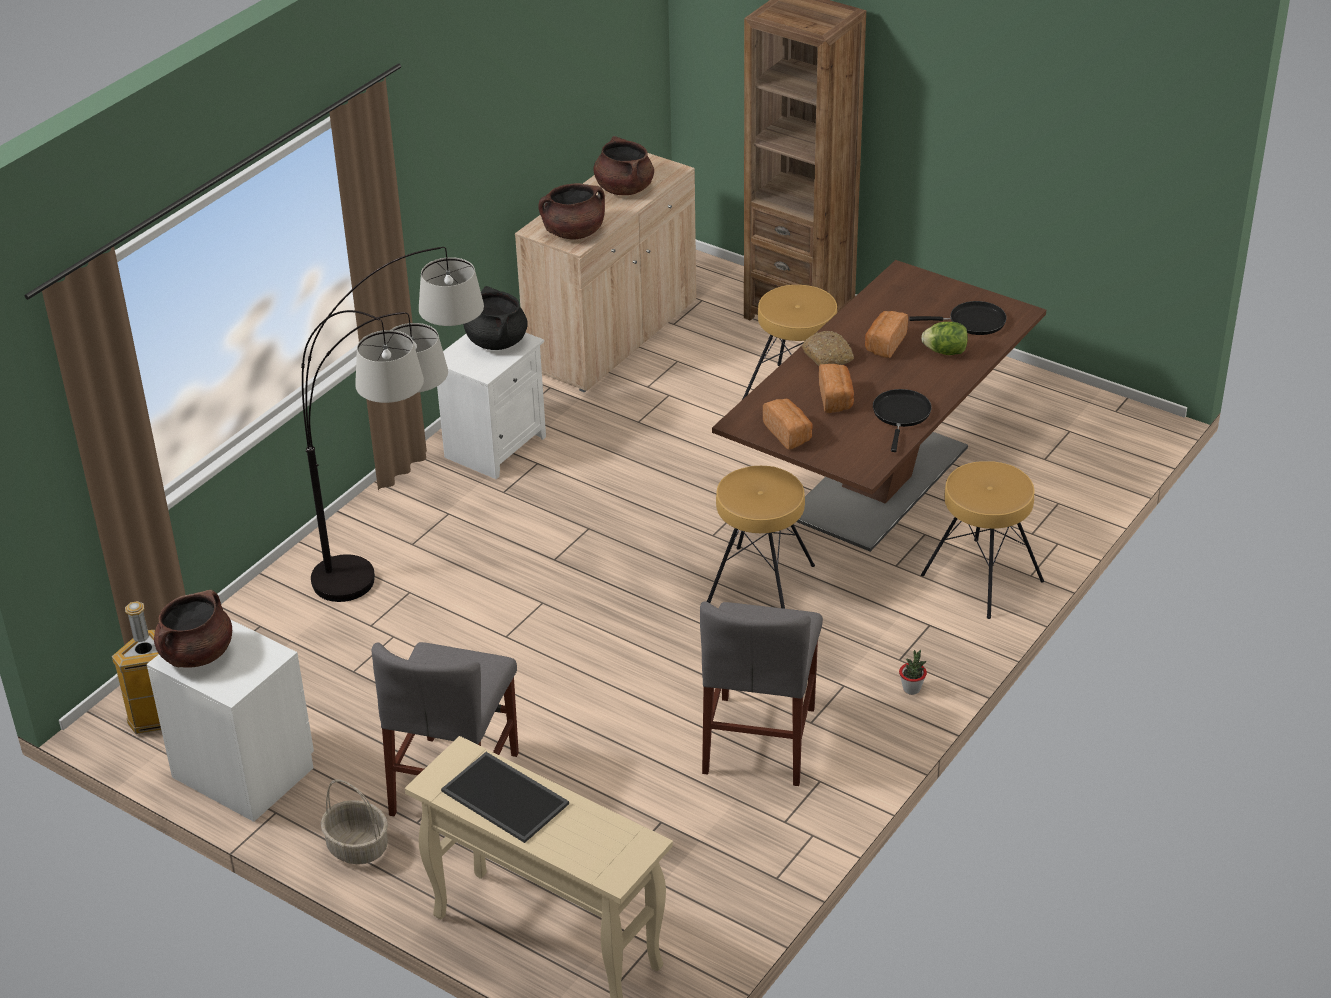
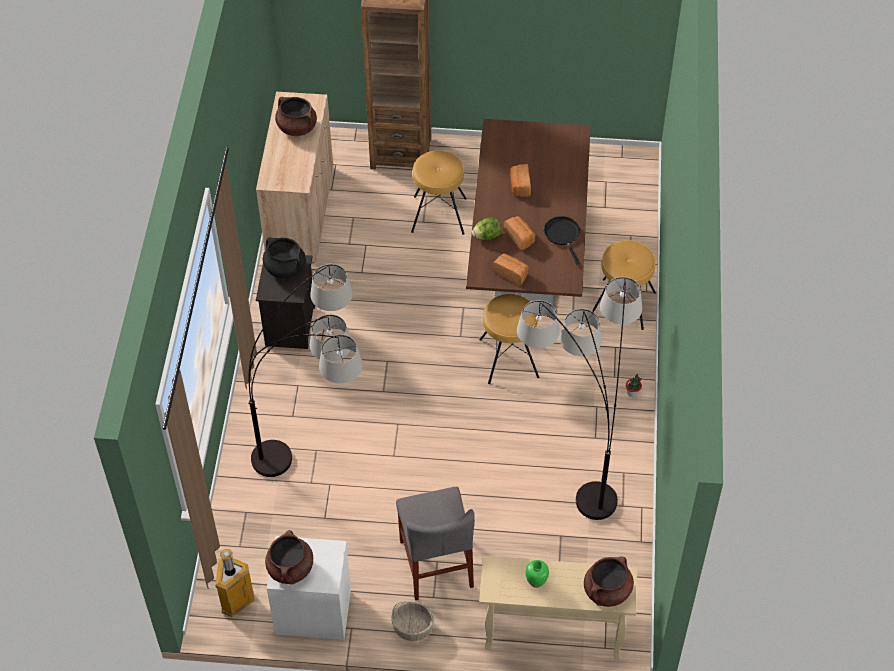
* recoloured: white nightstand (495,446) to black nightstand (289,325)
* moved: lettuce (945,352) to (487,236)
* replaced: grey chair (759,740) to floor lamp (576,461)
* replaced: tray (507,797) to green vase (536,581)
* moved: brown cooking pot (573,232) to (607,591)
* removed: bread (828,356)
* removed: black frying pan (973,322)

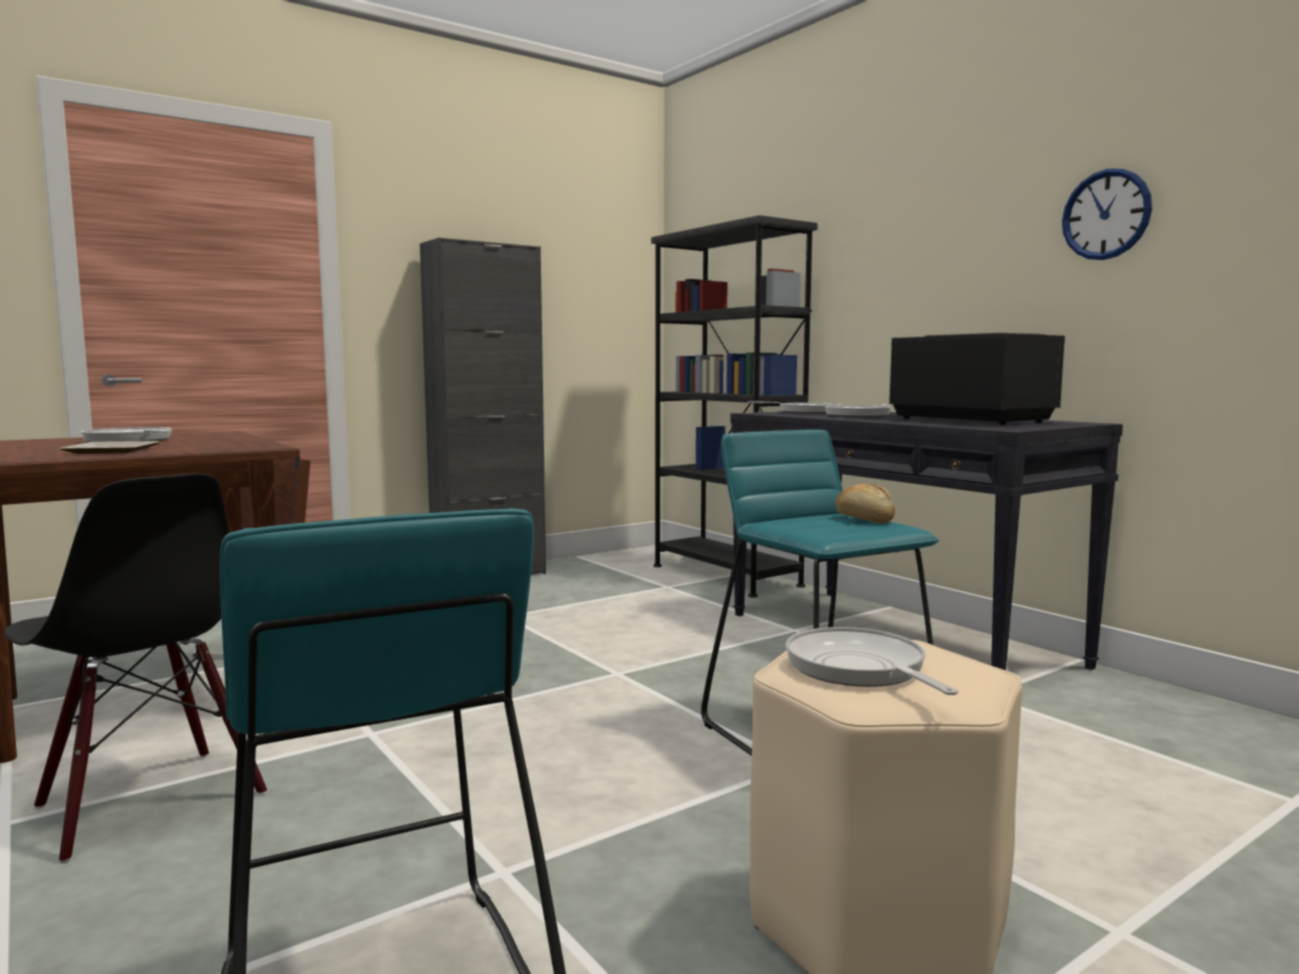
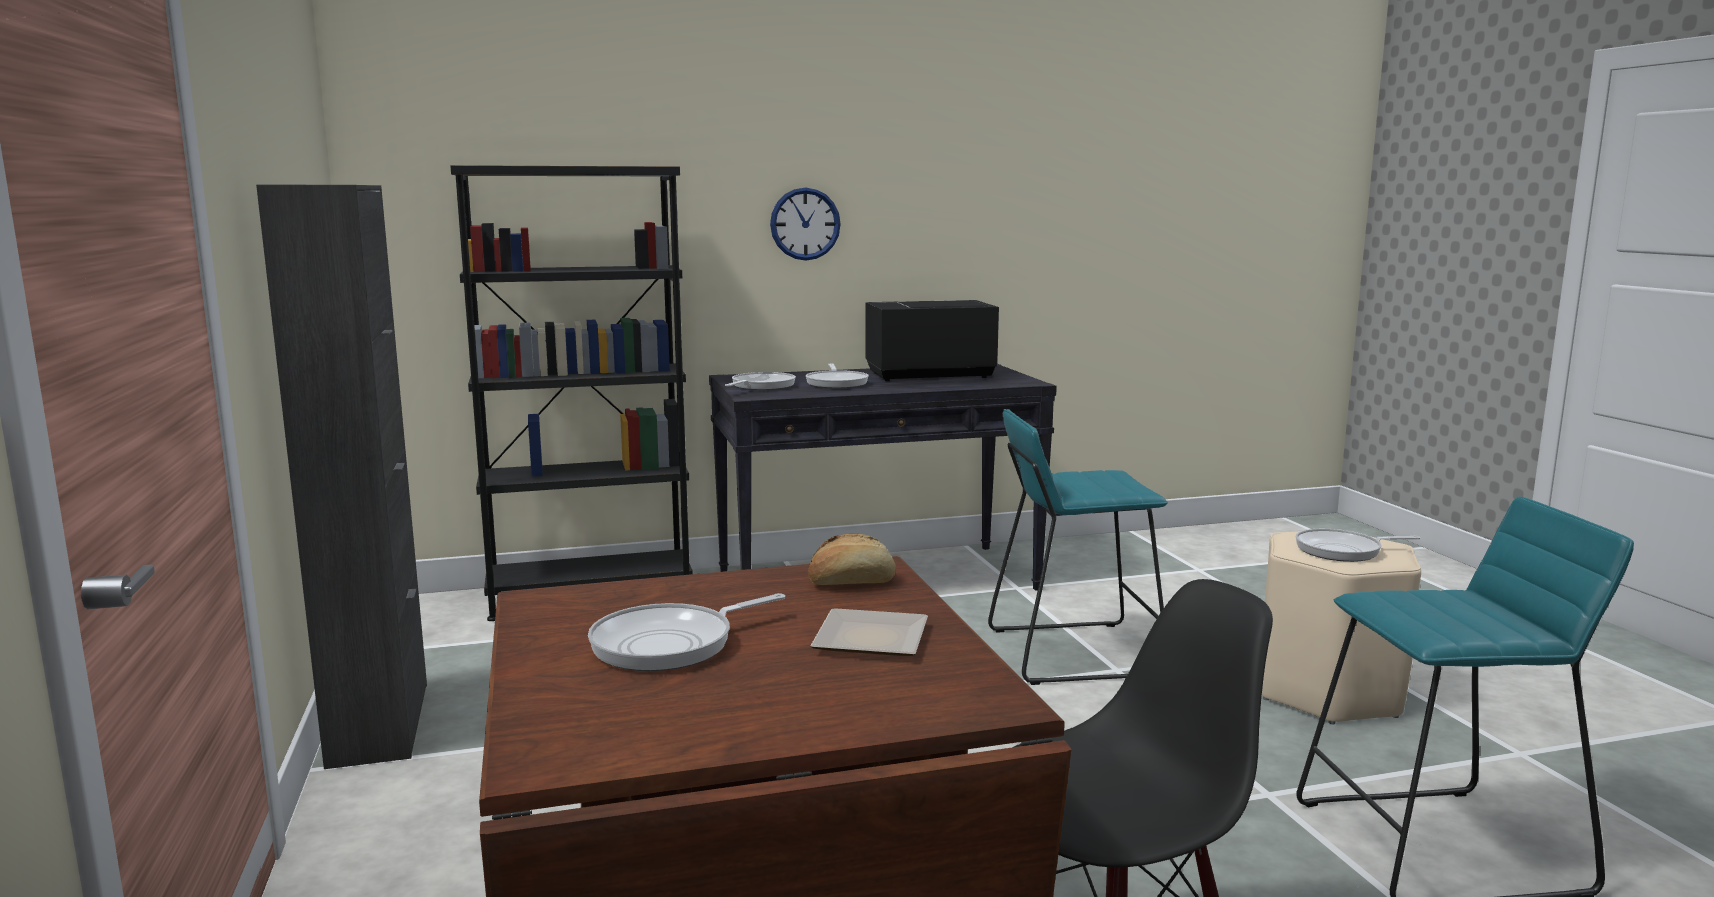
* moved: wall clock (1106,214) to (805,224)
* moved: bread (864,519) to (851,582)

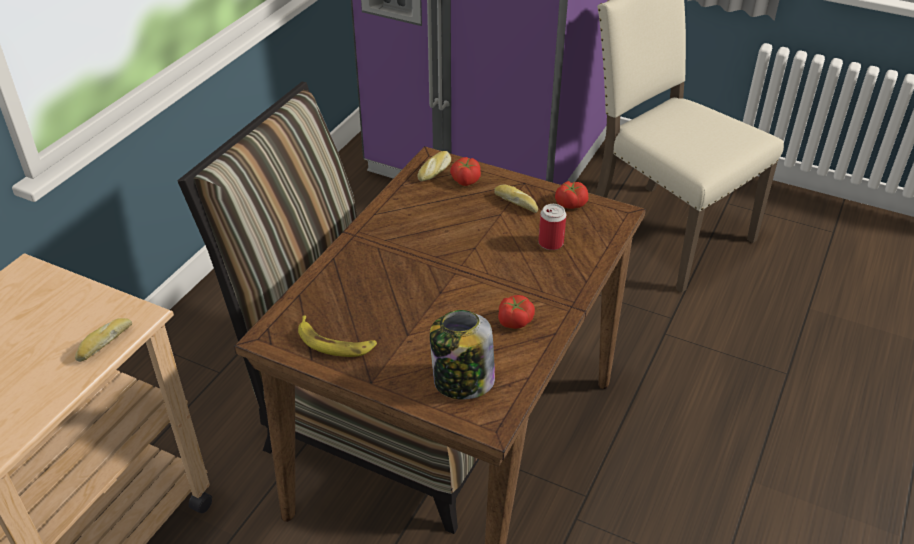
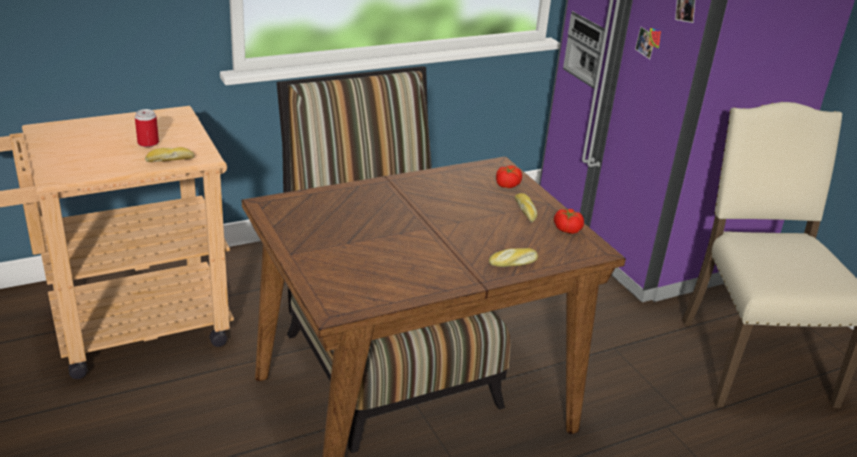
* moved: can (550,243) to (148,143)
* moved: bread (435,171) to (513,263)
* removed: banana (335,342)
* removed: jar (462,381)
* removed: tomato (514,320)

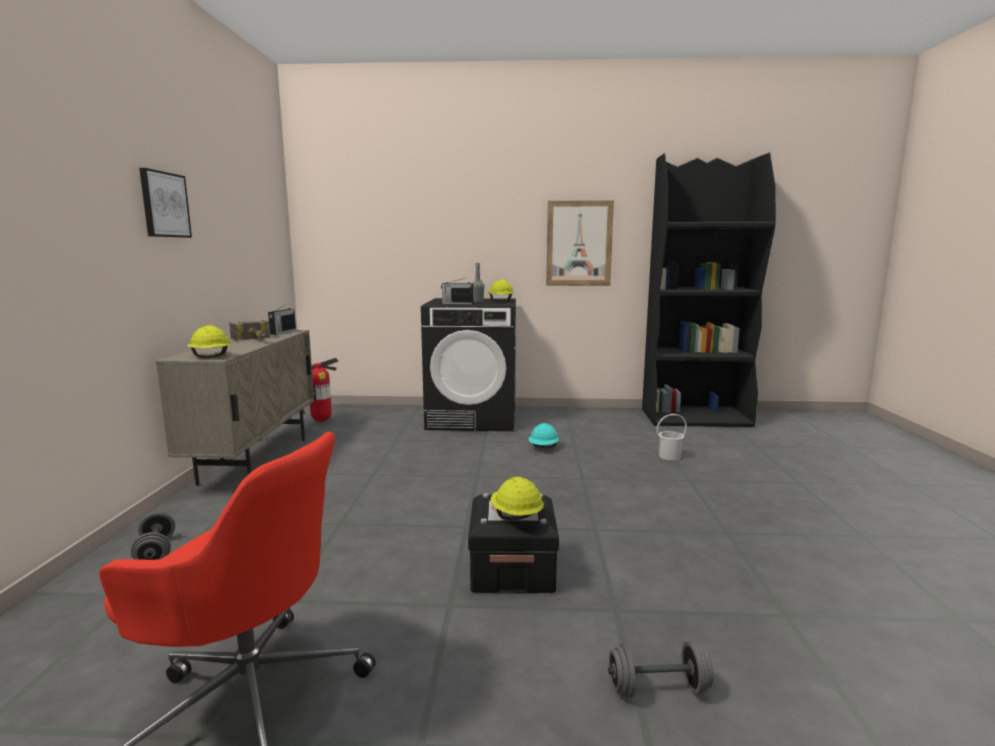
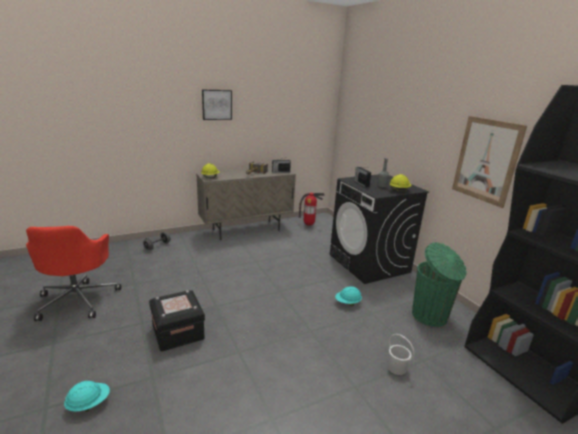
* replaced: grey dumbbell (658,689) to turquoise hard hat (89,404)
* added: green trash can (430,316)
* removed: yellow hard hat (516,516)

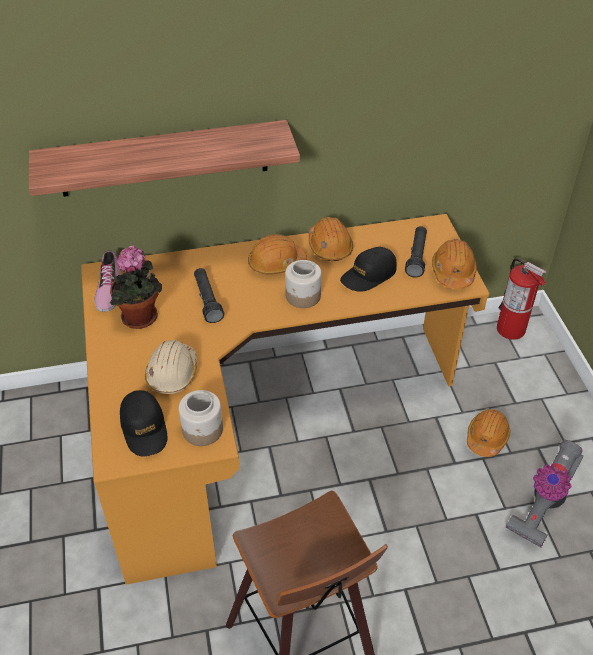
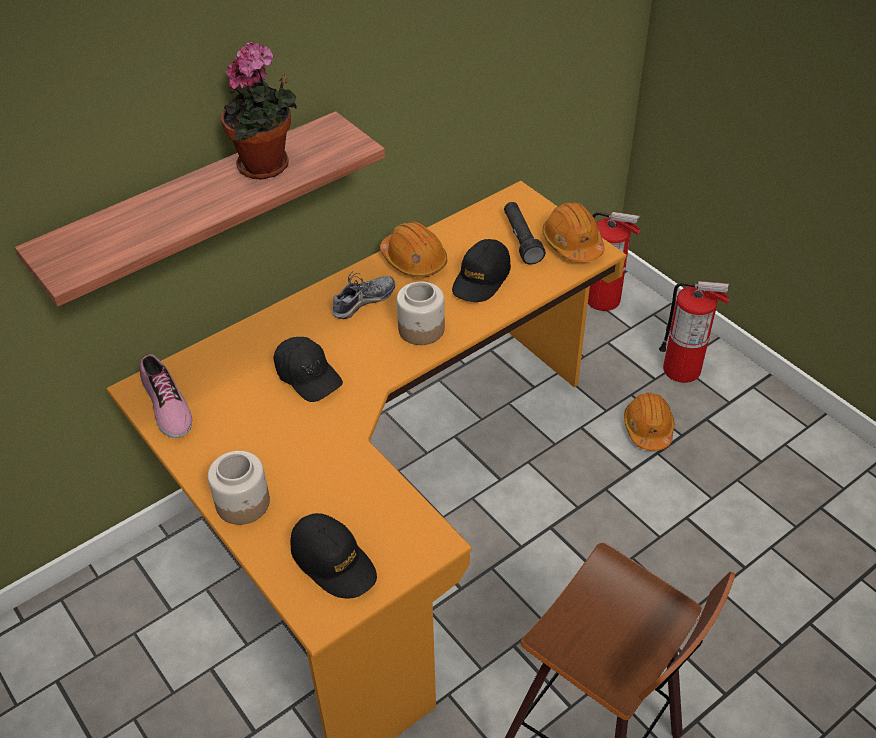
* moved: jar (203,430) to (243,503)
* moved: potted plant (141,319) to (268,167)
* replaced: black flashlight (207,300) to black cap (307,375)
* replaced: orange hard hat (276,264) to shoe (363,302)
* added: fire extinguisher (682,369)
* removed: beige hard hat (172,373)
* removed: vacuum cleaner (543,504)

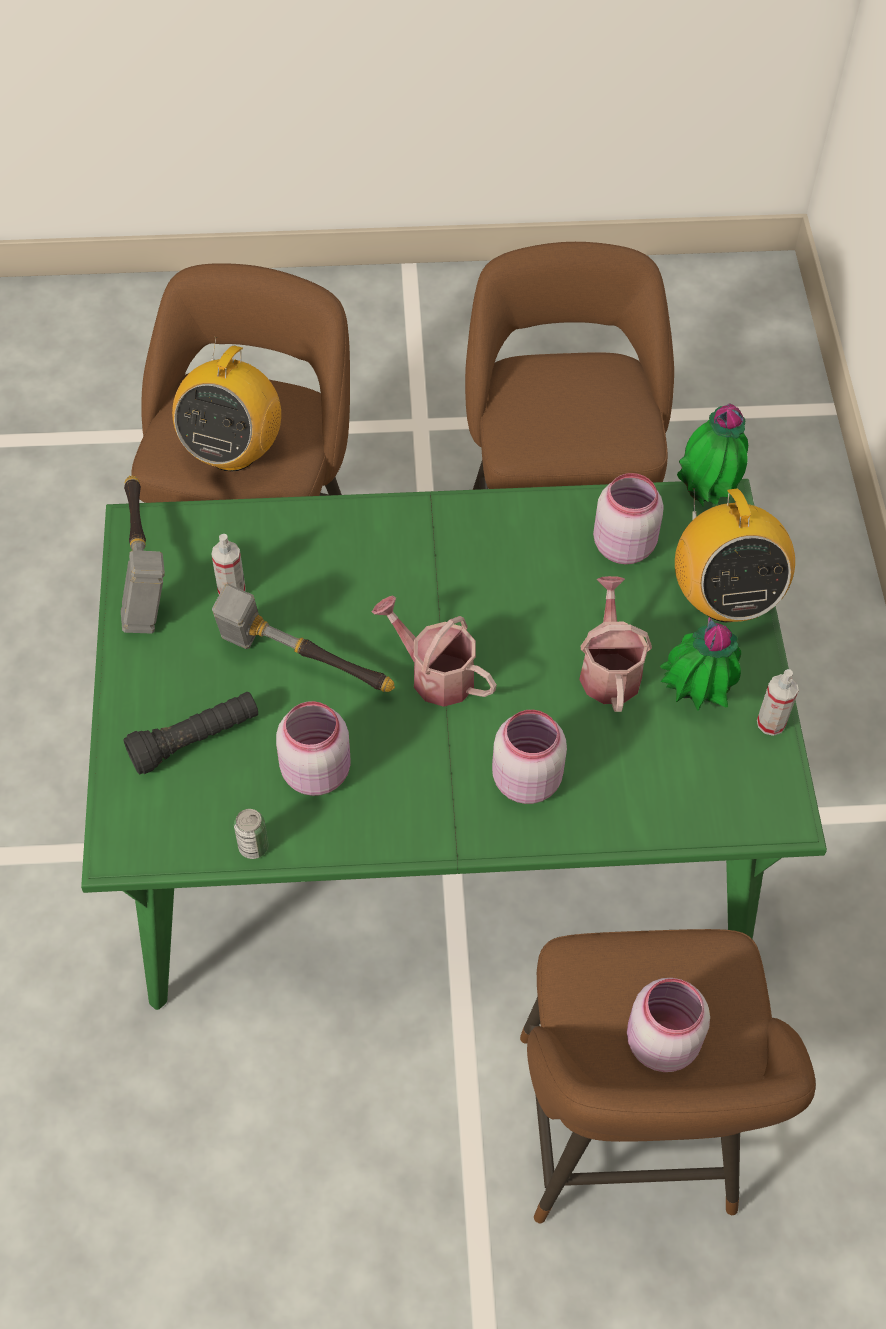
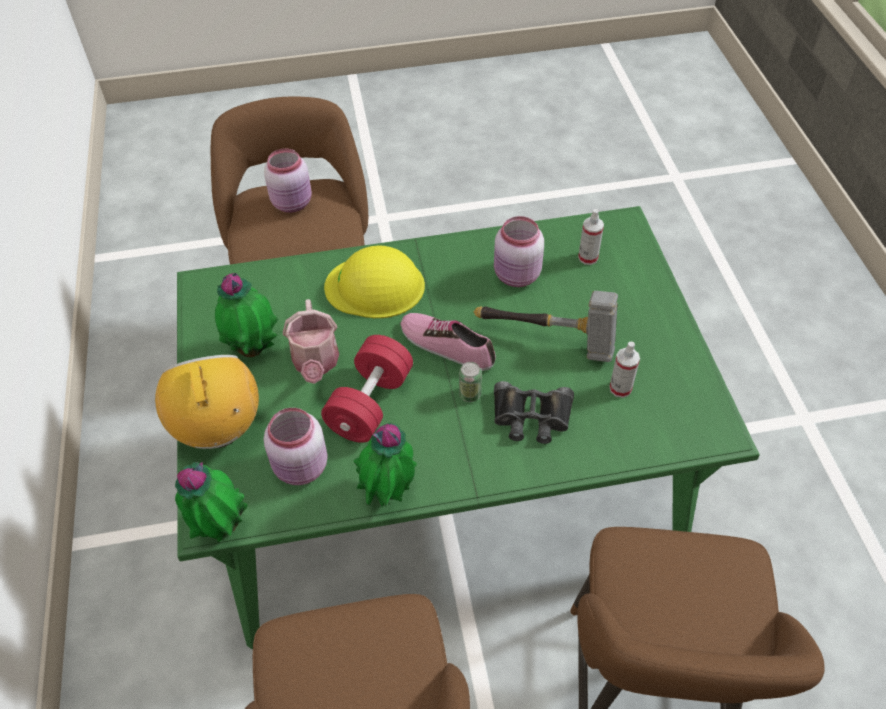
* added: red dumbbell (370,404)
* replaced: pink jar (525,778) to yellow hard hat (375,286)
* added: potted plant (389,494)
* replaced: watering can (435,674) to shoe (447,345)
* moved: can (253,847) to (470,394)
* added: black binoculars (531,417)
* moved: spray bottle (771,723) to (588,257)
* removed: hammer (142,569)
* removed: black flashlight (195,740)
* removed: radio (232,451)

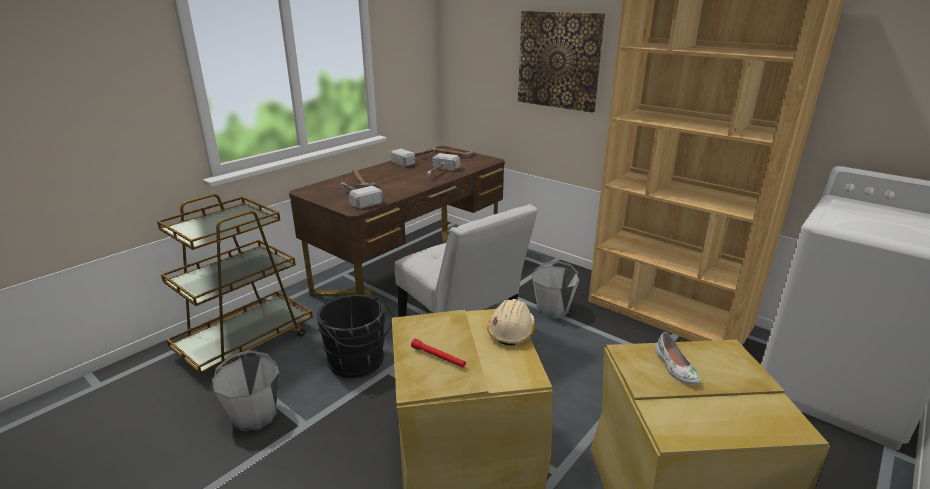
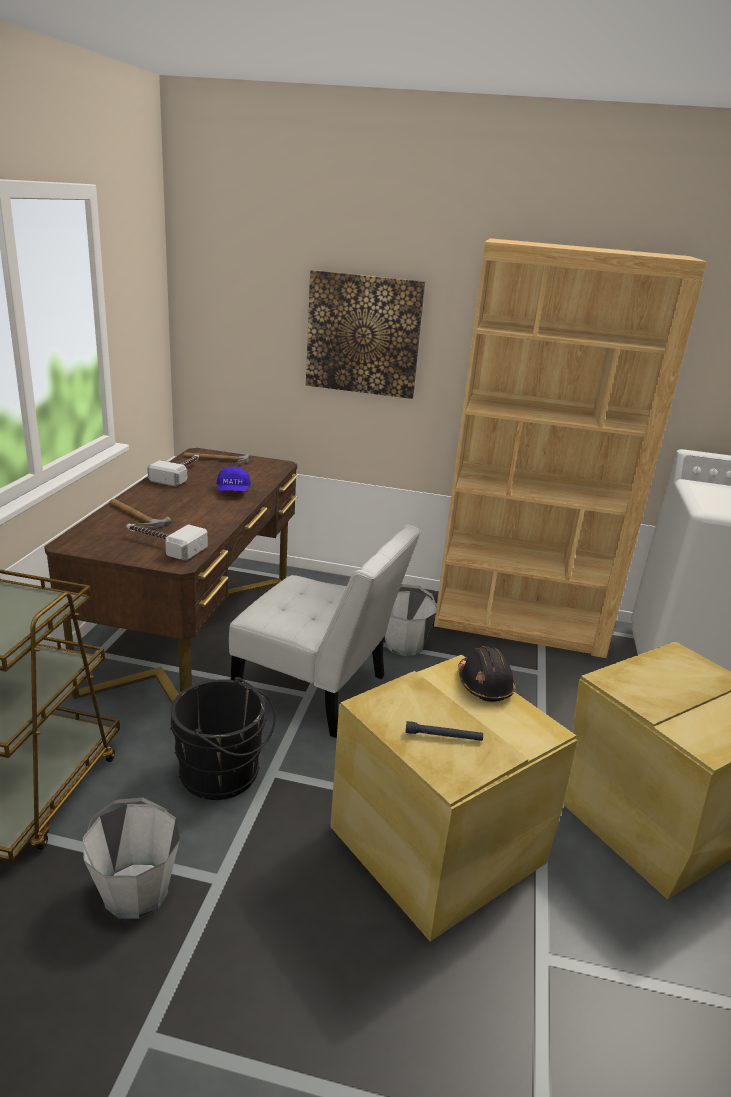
* replaced: hammer (439,172) to blue cap (233,491)
* recoloured: red flashlight (438,357) to black flashlight (443,736)
* recoloured: beige hard hat (511,331) to black hard hat (484,684)
* removed: white shoe (675,367)

